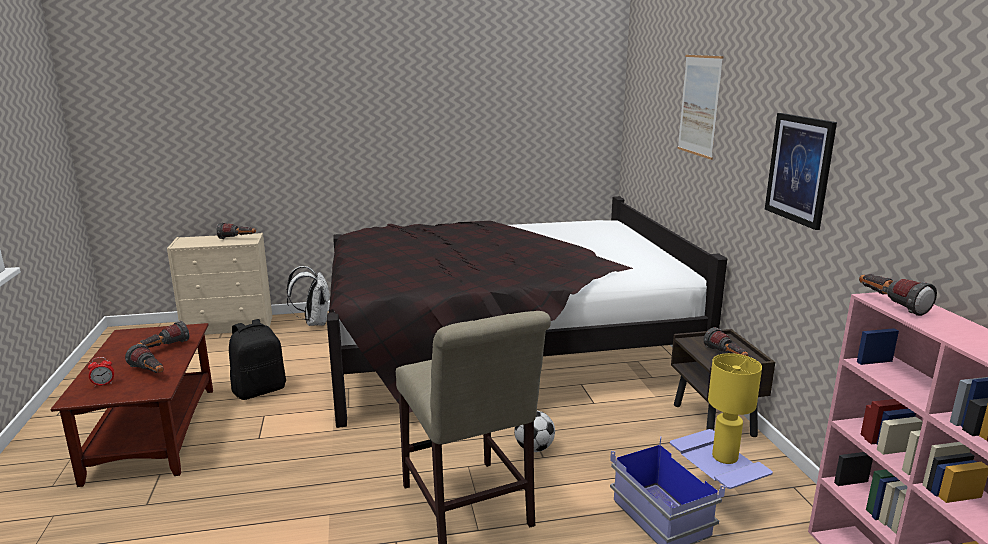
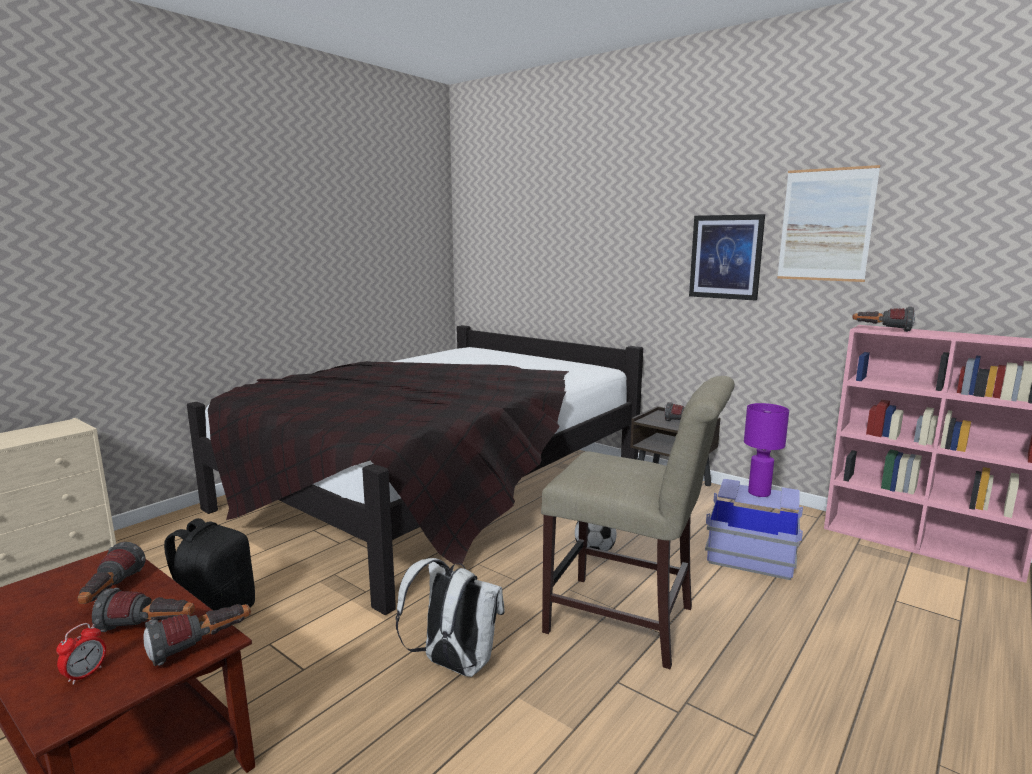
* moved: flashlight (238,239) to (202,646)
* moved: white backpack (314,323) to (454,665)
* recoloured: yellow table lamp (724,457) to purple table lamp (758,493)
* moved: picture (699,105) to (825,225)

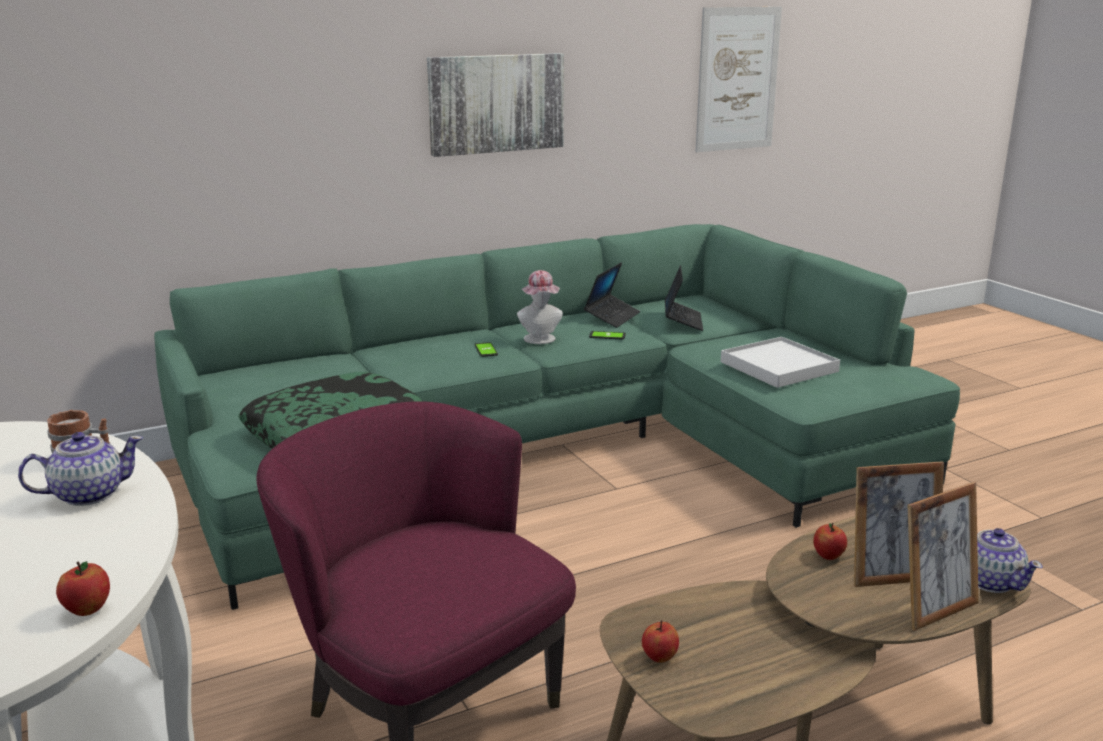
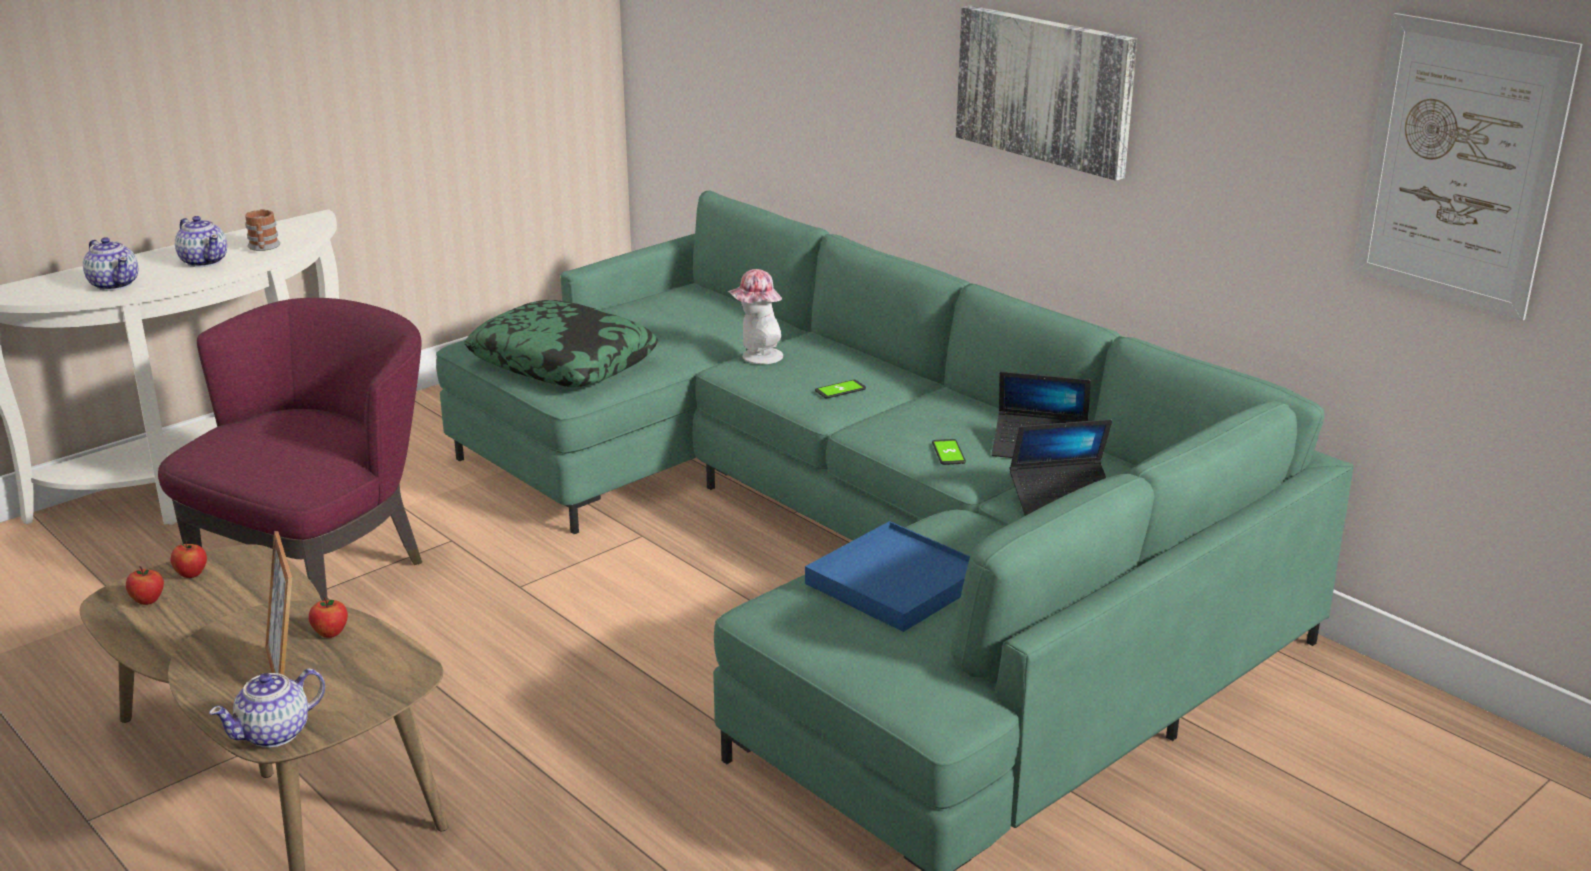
* added: teapot (114,284)
* moved: apple (87,609) to (148,600)
* moved: hat (540,340) to (757,357)
* recoloured: white tray (779,367) to blue tray (895,583)
* removed: picture frame (935,610)

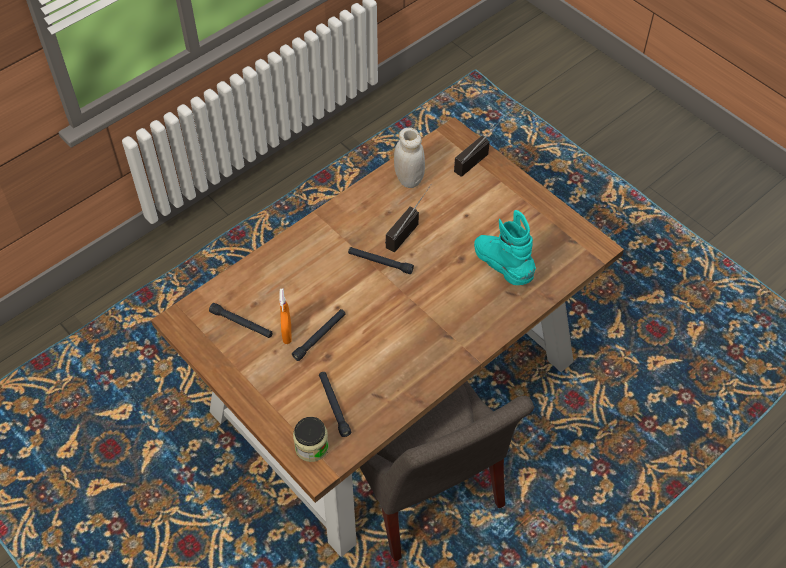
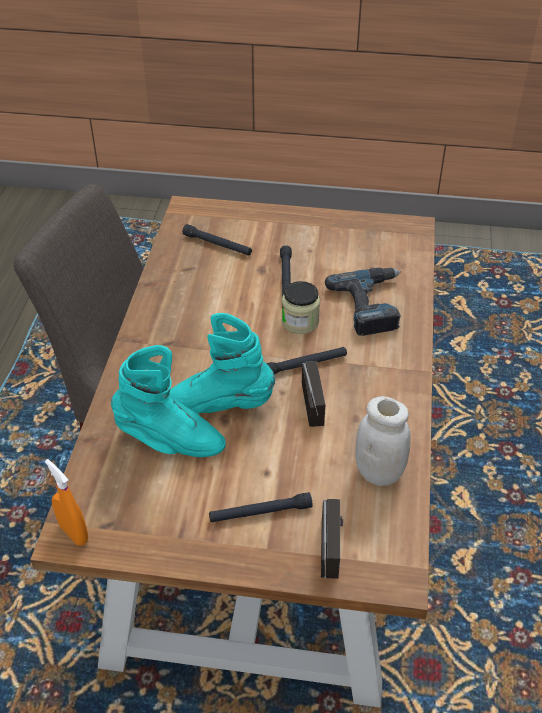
* moved: orange spray bottle (287,334) to (73,533)
* added: turquoise boot (220,404)
* moved: black flashlight (241,324) to (260,513)
* moved: jar (312,447) to (300,322)
* added: power drill (372,305)

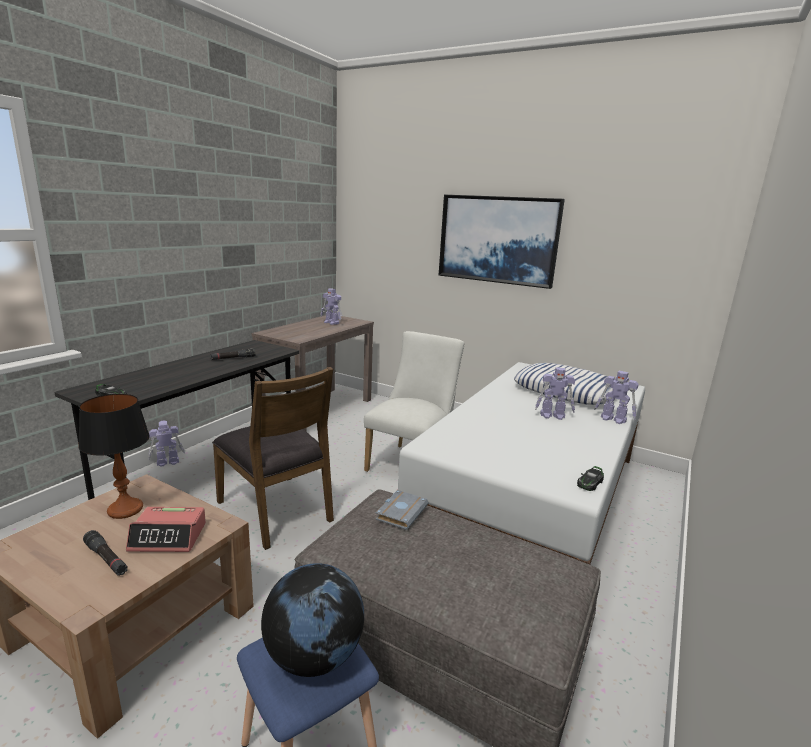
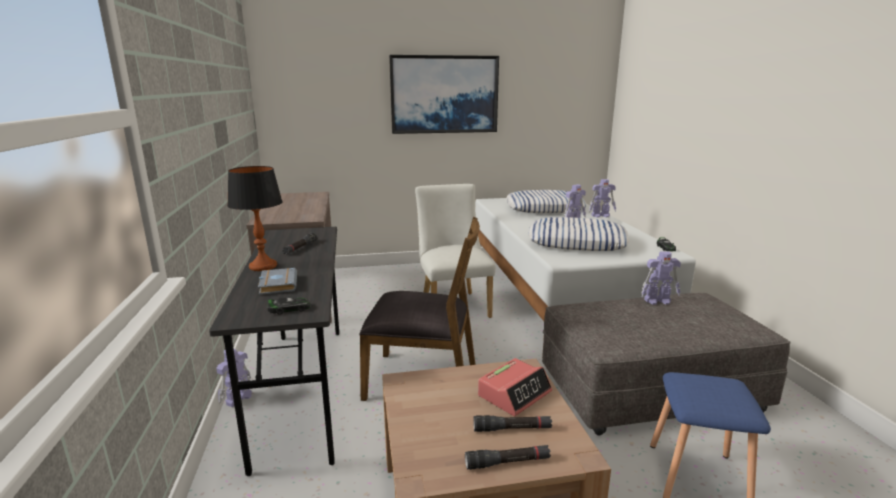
* moved: table lamp (125,510) to (263,266)
* moved: grey book (401,512) to (277,284)
* added: black flashlight (507,462)
* added: pillow (577,242)
* moved: toy robot (332,323) to (658,301)
* removed: globe (314,656)

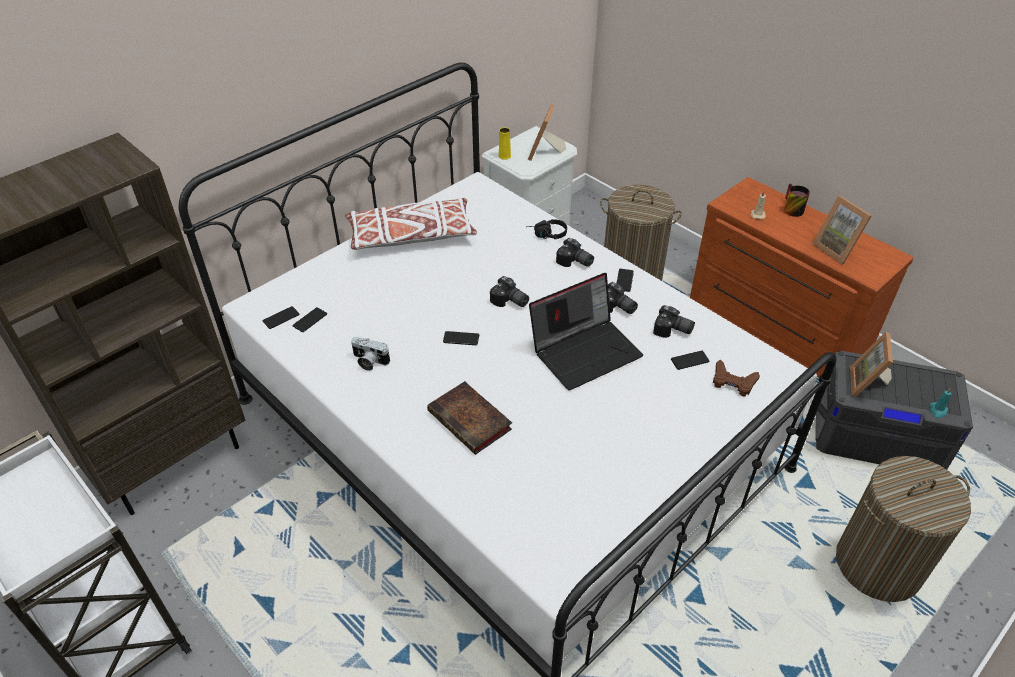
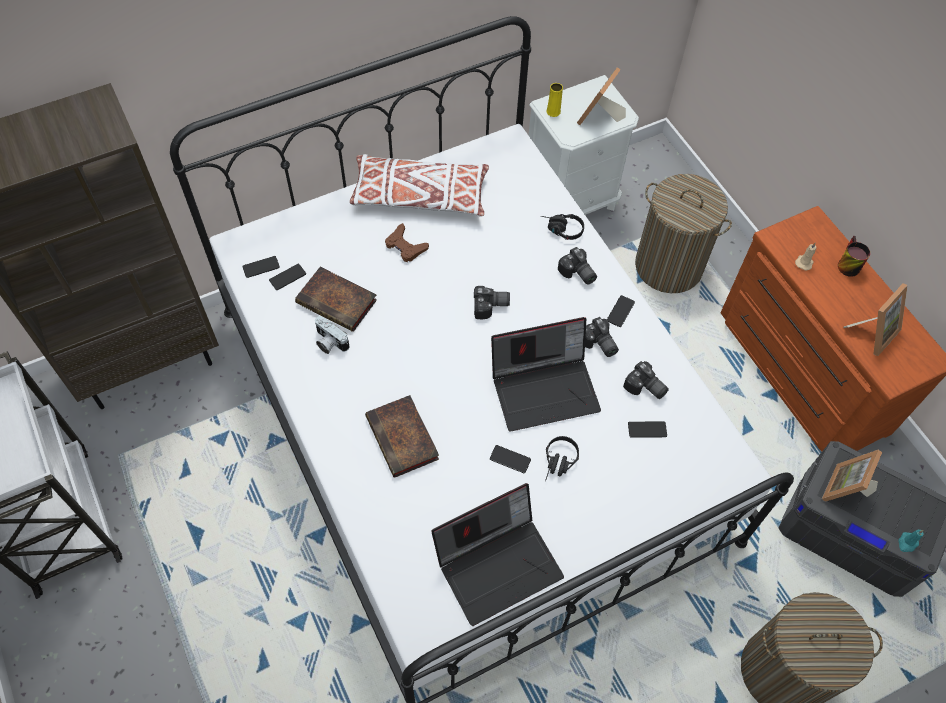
* added: book (339,302)
* moved: brown game controller (733,382) to (405,246)
* added: laptop (498,563)
* turned: photo camera (509,301) = (491,307) 60 degrees counterclockwise
* moved: phone (461,339) to (510,459)
* added: black headphones (559,464)
* turned: picture frame (837,249) = (873,332) 120 degrees counterclockwise

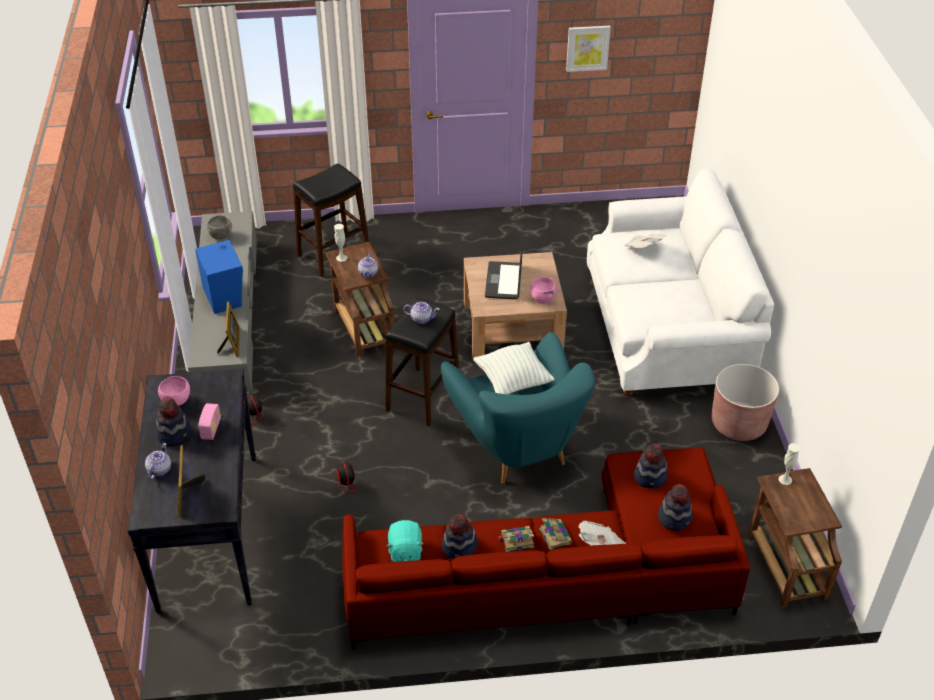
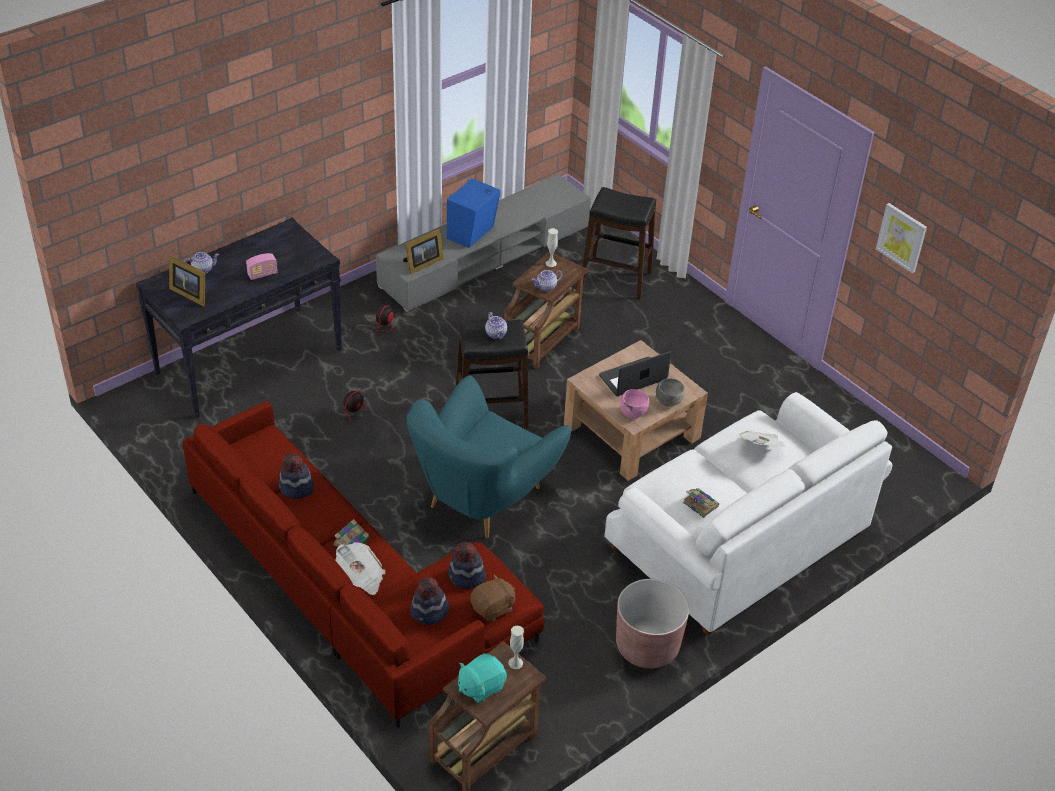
* turned: picture frame (187,493) = (190,293) 105 degrees counterclockwise
* moved: turquoise plush toy (405,551) to (481,687)
* added: brown plush toy (493,608)
* moved: grey bowl (221,236) to (668,401)
* moved: book (516,540) to (700,504)
* removed: hat (174,433)
* removed: pink bowl (177,401)
* removed: pillow (513,381)

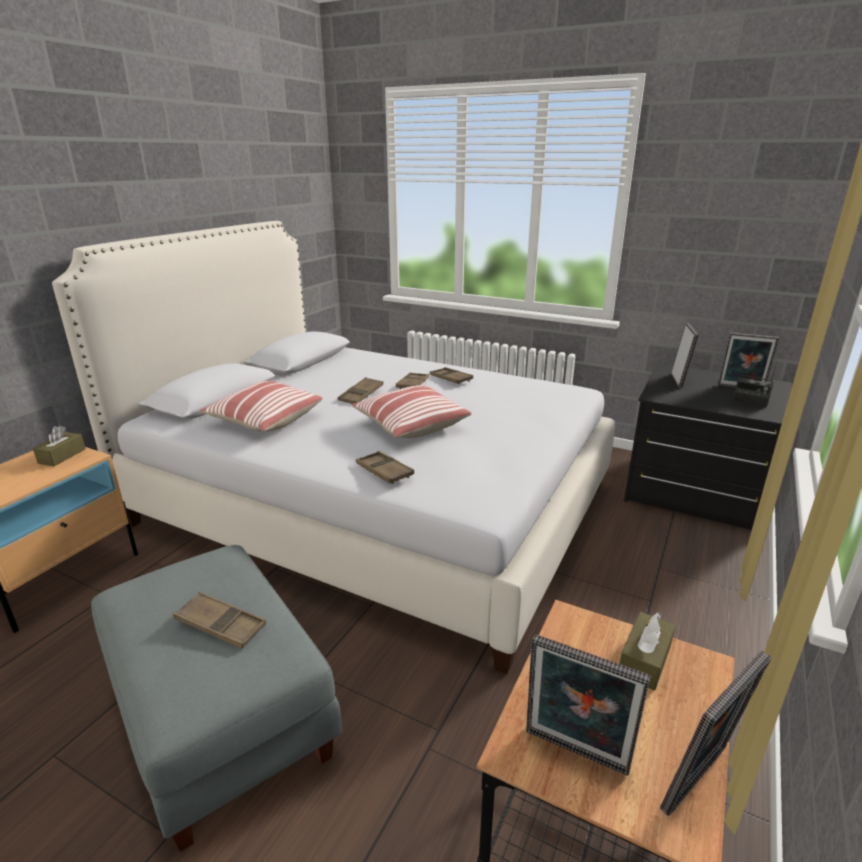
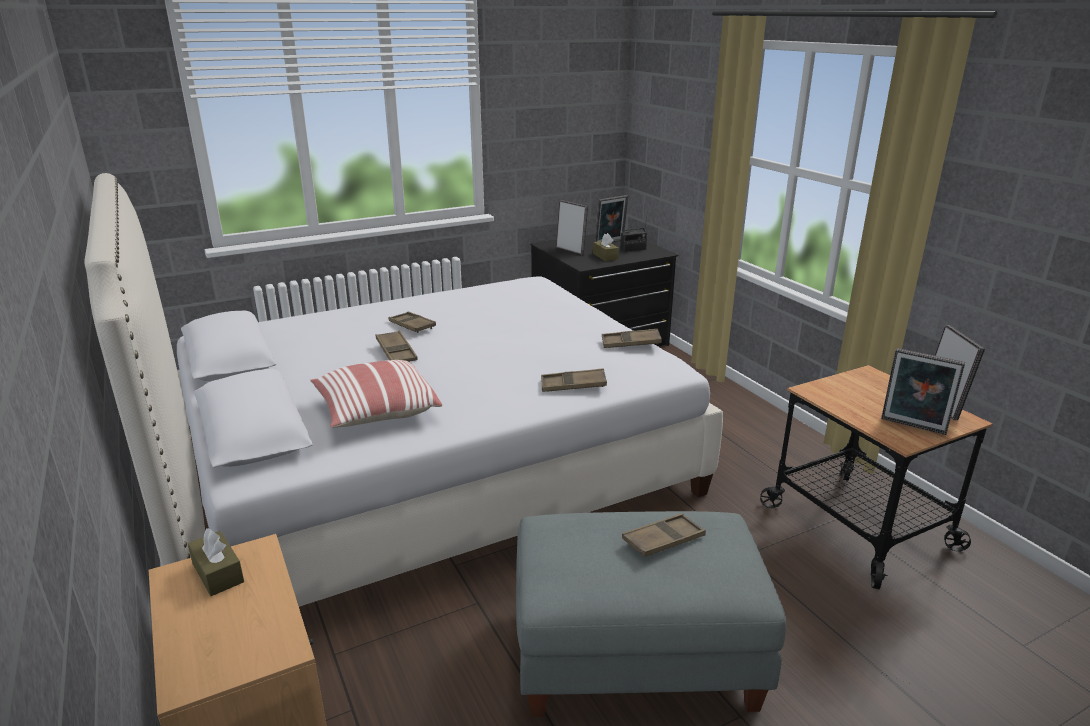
* moved: brown tissue box (644,660) to (605,256)
* moved: brown tray (451,379) to (631,343)
* turned: picture frame (574,755) = (912,427) 60 degrees clockwise
* removed: pillow (410,425)

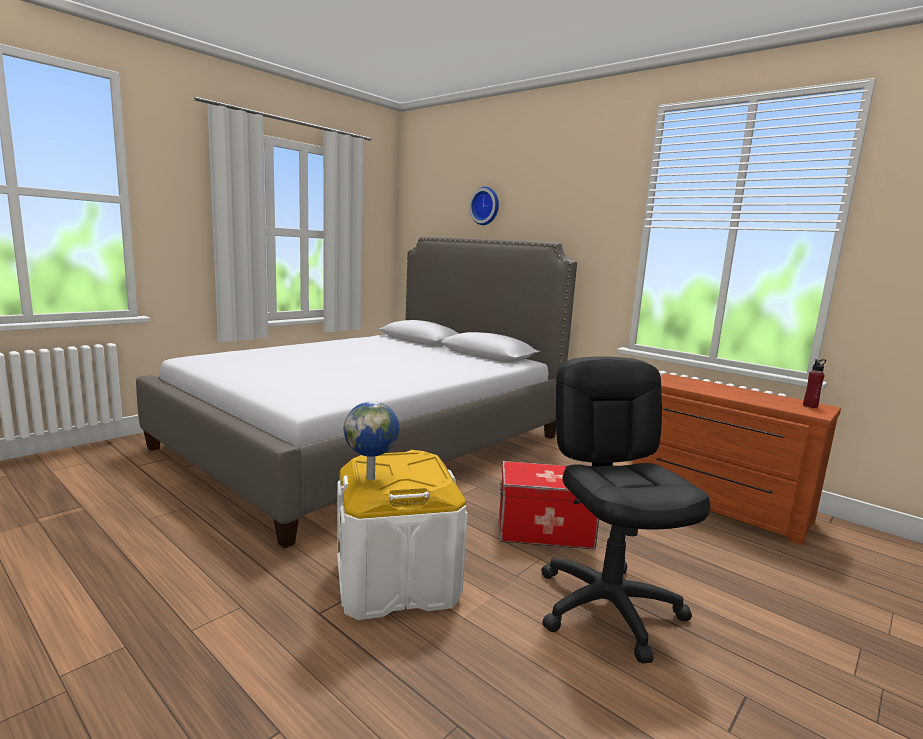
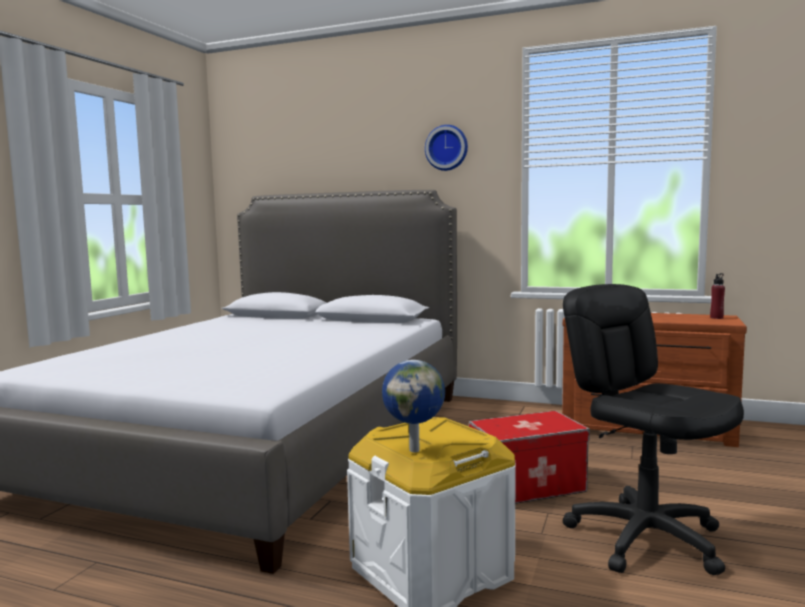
* moved: wall clock (486,206) to (447,148)

